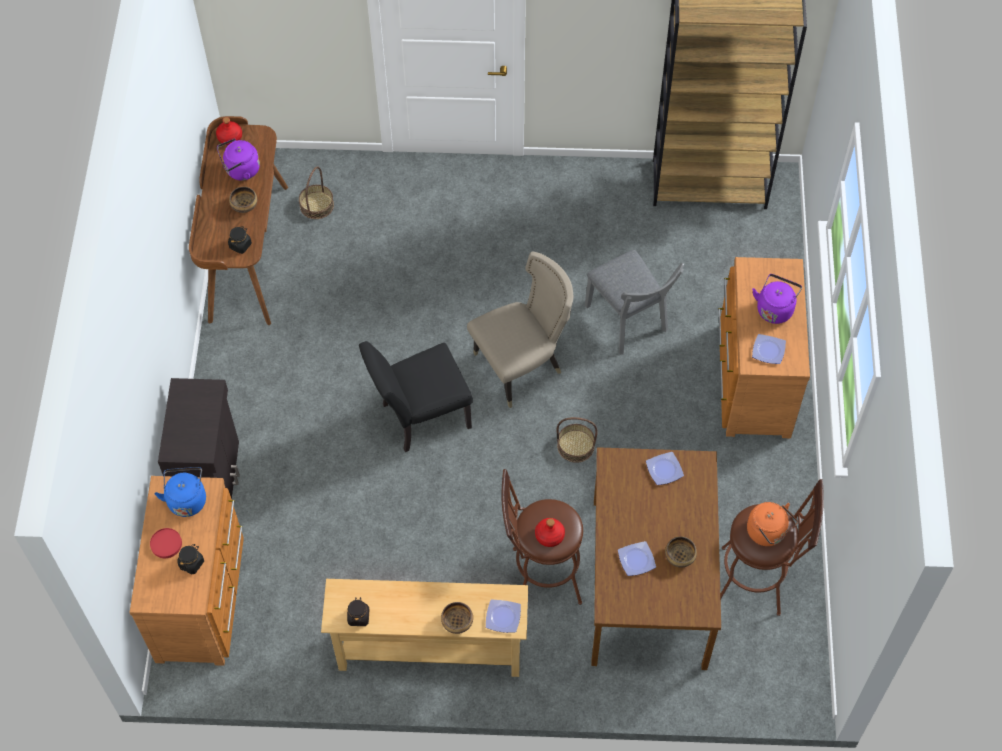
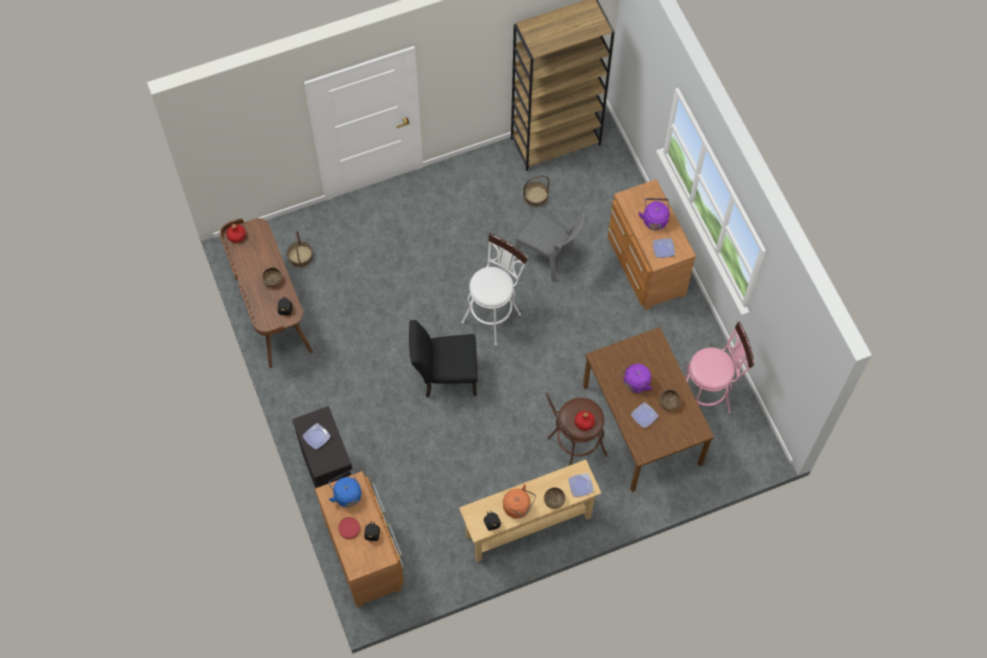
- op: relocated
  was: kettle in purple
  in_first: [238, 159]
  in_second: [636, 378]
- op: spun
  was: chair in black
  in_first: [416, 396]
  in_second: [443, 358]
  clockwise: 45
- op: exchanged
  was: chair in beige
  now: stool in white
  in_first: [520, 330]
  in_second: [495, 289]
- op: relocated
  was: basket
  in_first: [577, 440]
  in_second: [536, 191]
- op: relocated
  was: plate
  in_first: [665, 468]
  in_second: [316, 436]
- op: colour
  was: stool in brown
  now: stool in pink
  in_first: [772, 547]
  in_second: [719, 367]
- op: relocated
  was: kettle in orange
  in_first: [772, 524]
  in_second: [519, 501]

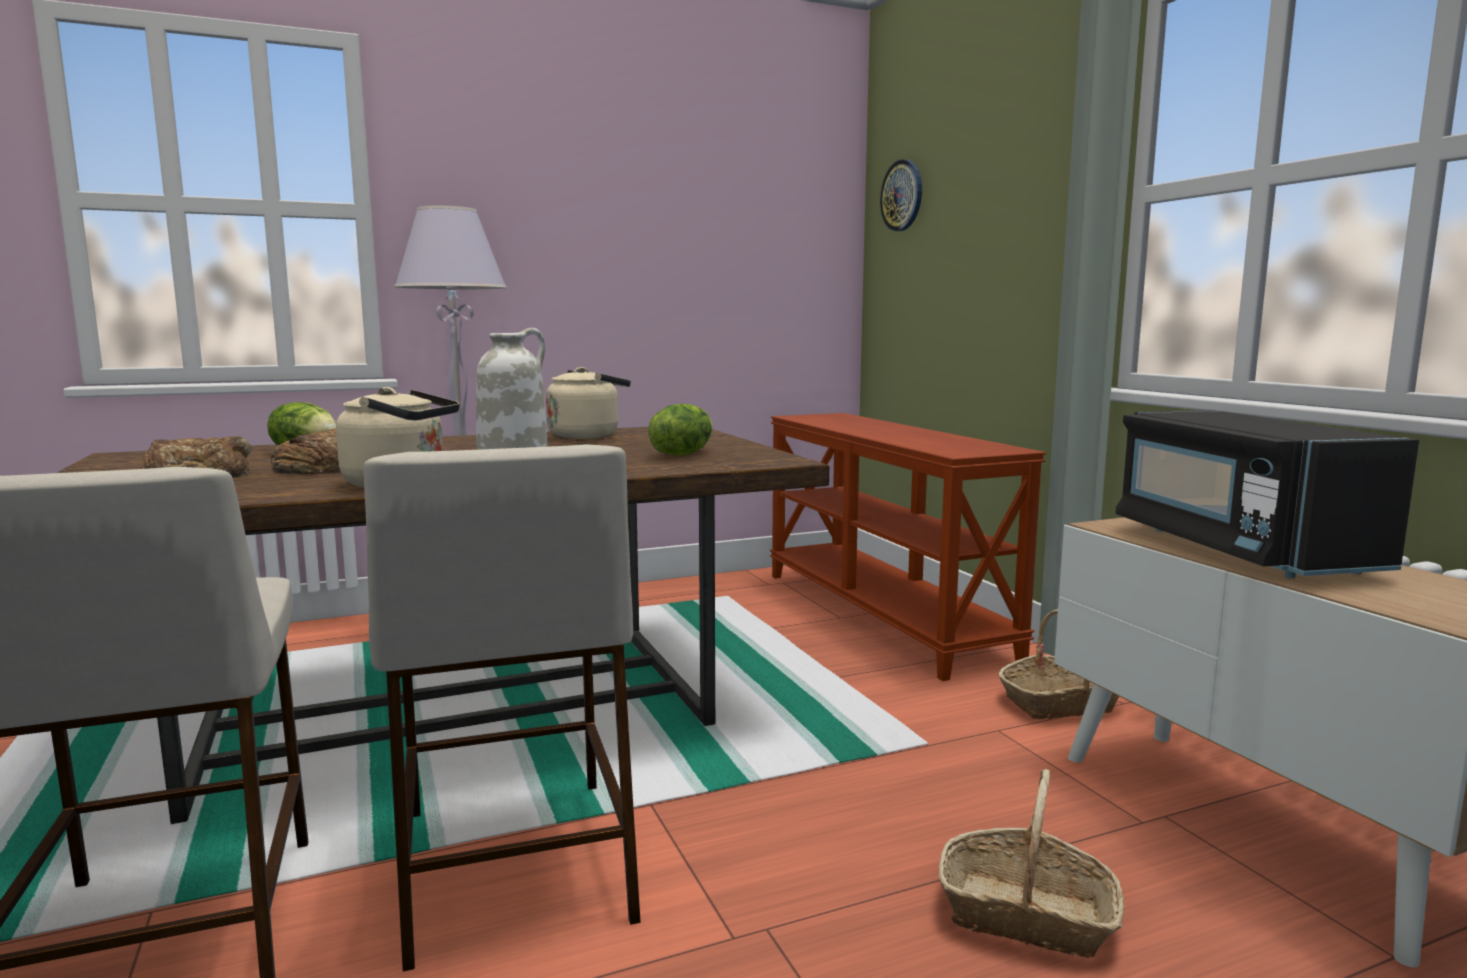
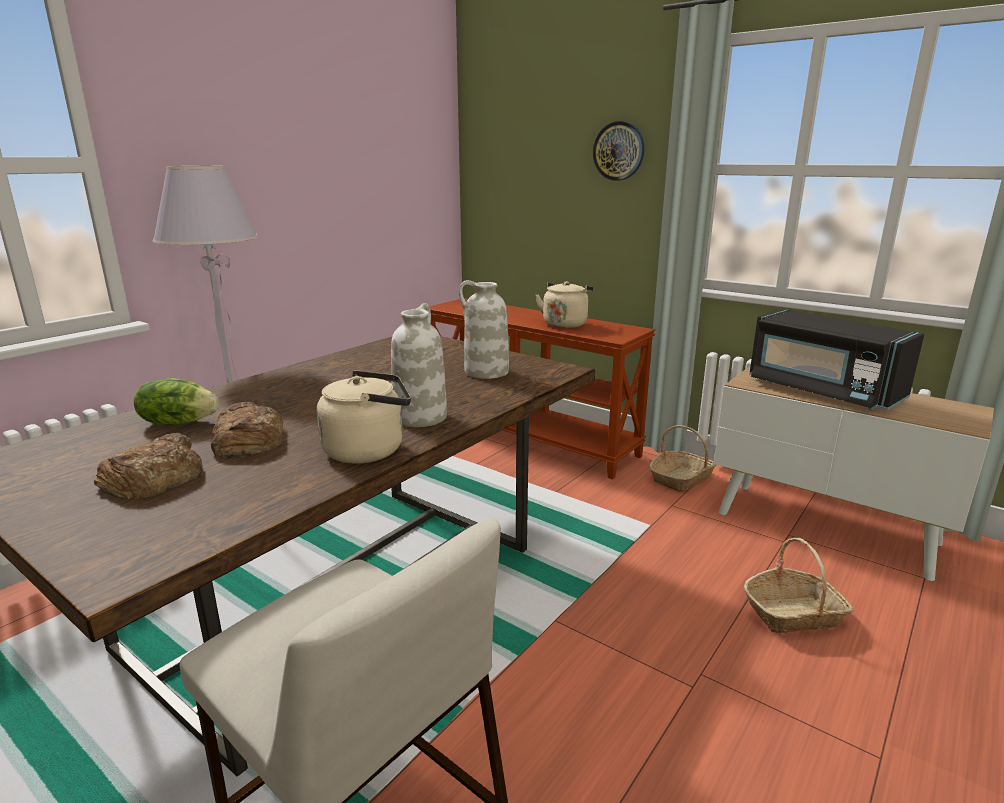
- op: missing
  was: stool in beige
  in_first: [502, 707]
- op: relocated
  was: kettle in beige
  in_first: [588, 403]
  in_second: [564, 304]
- op: exchanged
  was: lettuce
  now: vase in white
  in_first: [681, 430]
  in_second: [483, 329]
- op: relocated
  was: wall clock
  in_first: [901, 195]
  in_second: [618, 151]

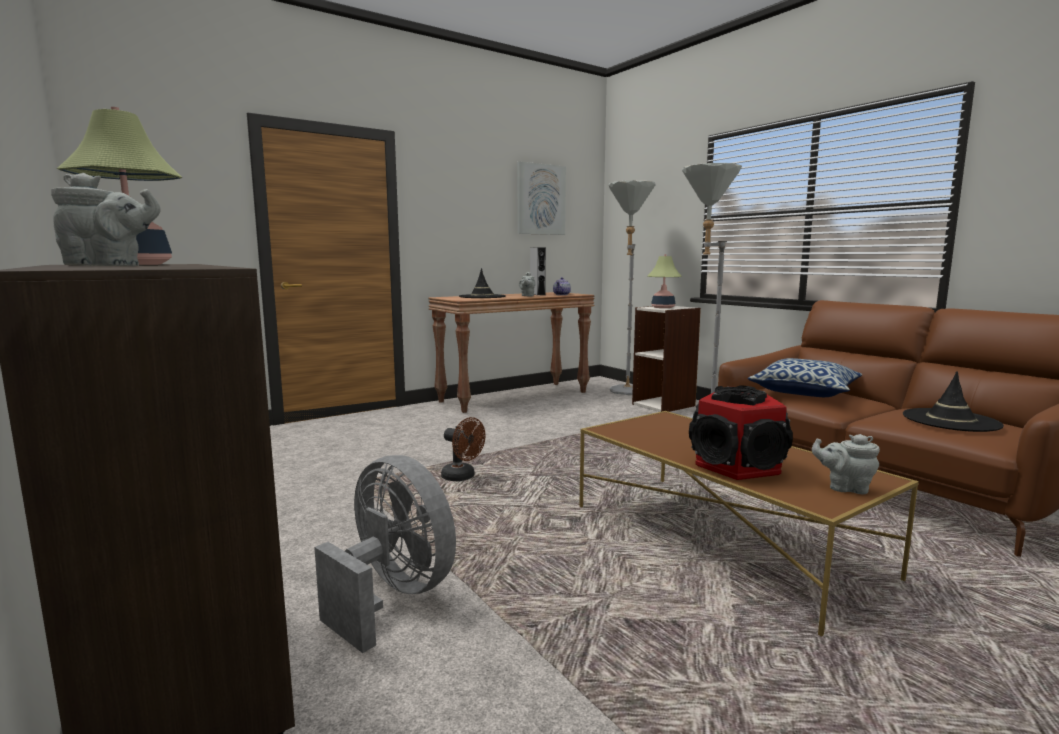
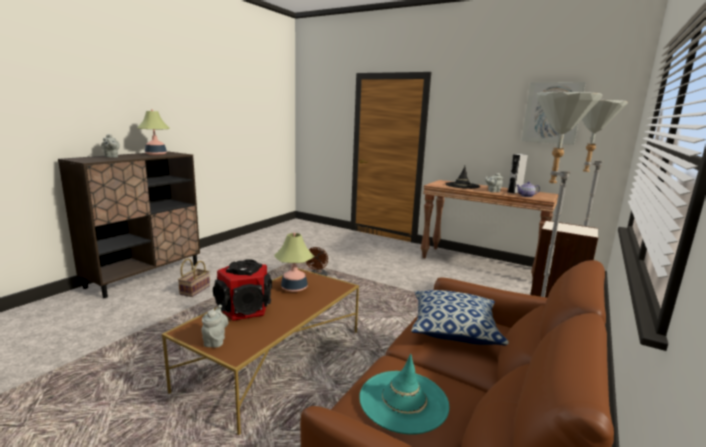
- op: exchanged
  was: fan in grey
  now: basket
  in_first: [385, 554]
  in_second: [194, 278]
- op: relocated
  was: table lamp
  in_first: [664, 281]
  in_second: [294, 262]
- op: colour
  was: hat in black
  now: hat in turquoise
  in_first: [953, 401]
  in_second: [404, 394]

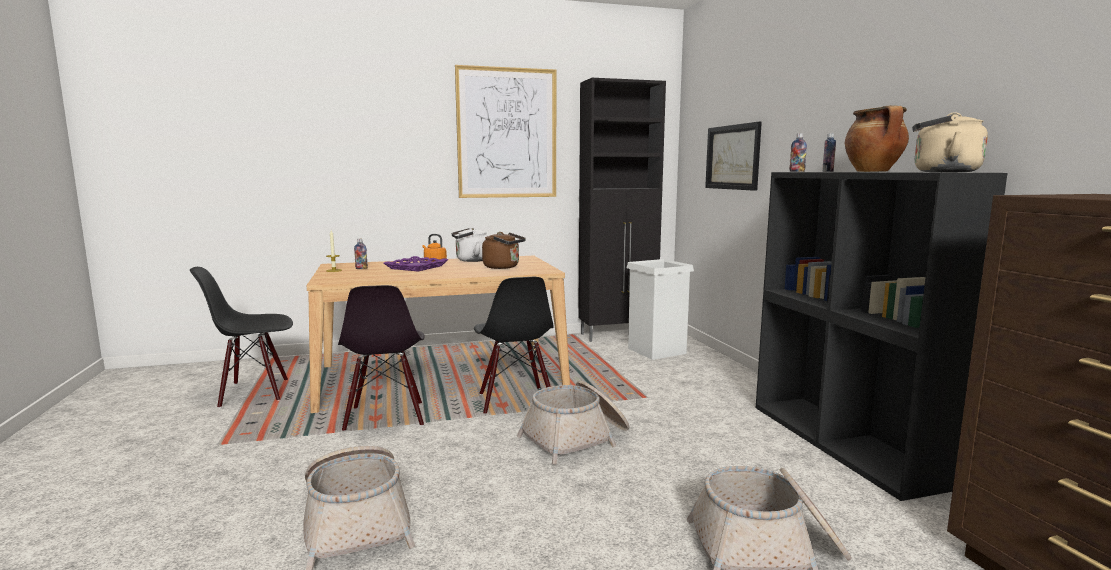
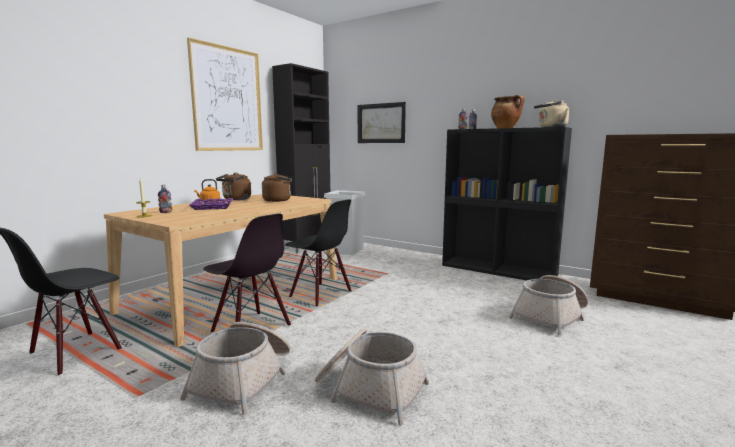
- op: colour
  was: kettle in white
  now: kettle in brown
  in_first: [469, 244]
  in_second: [233, 186]
- op: relocated
  was: basket
  in_first: [573, 423]
  in_second: [235, 368]

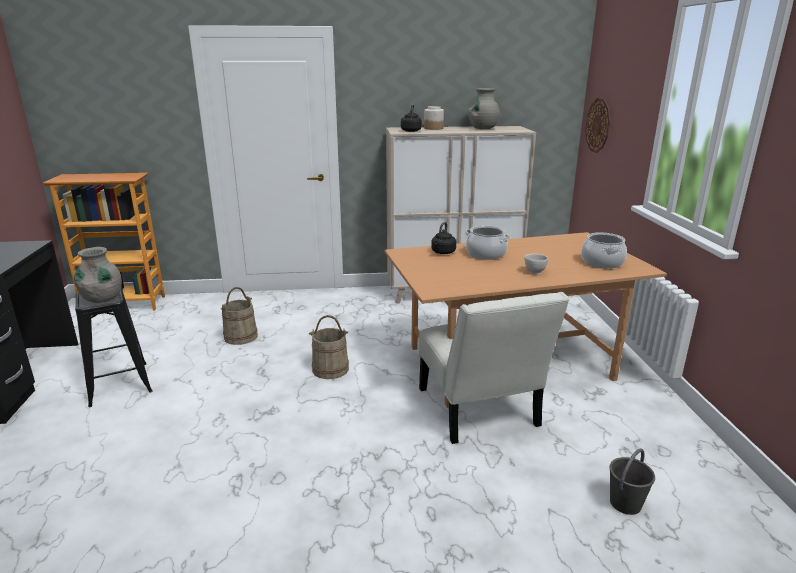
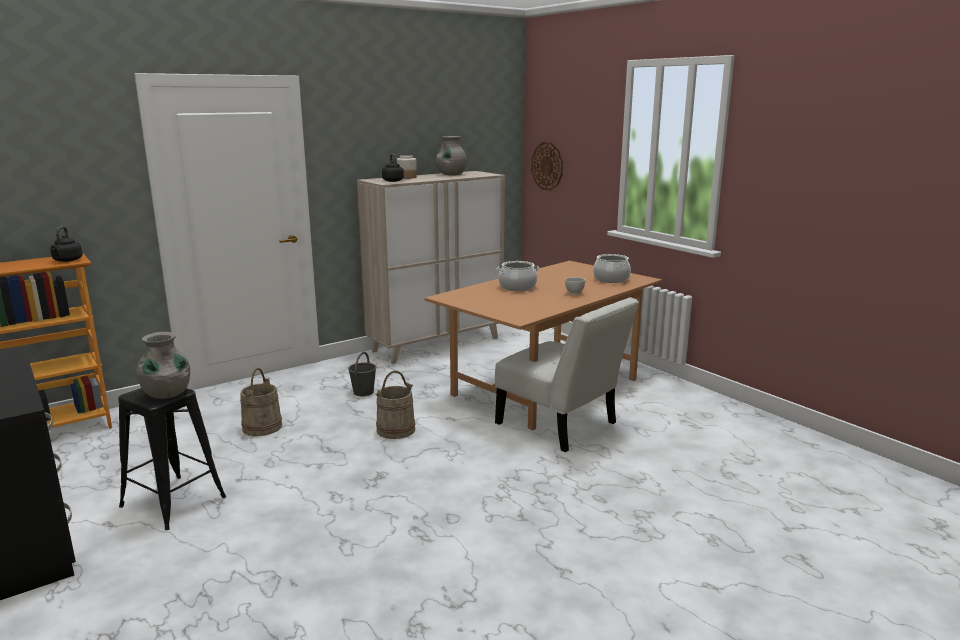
- op: relocated
  was: kettle in black
  in_first: [443, 238]
  in_second: [66, 244]
- op: relocated
  was: bucket in grey
  in_first: [632, 481]
  in_second: [362, 374]

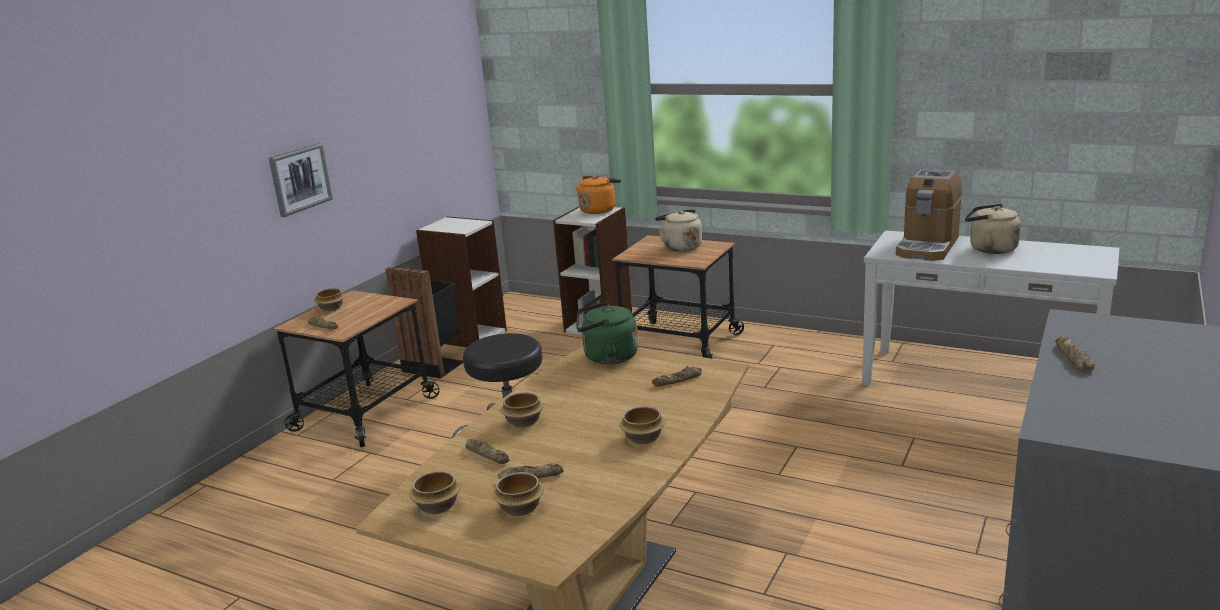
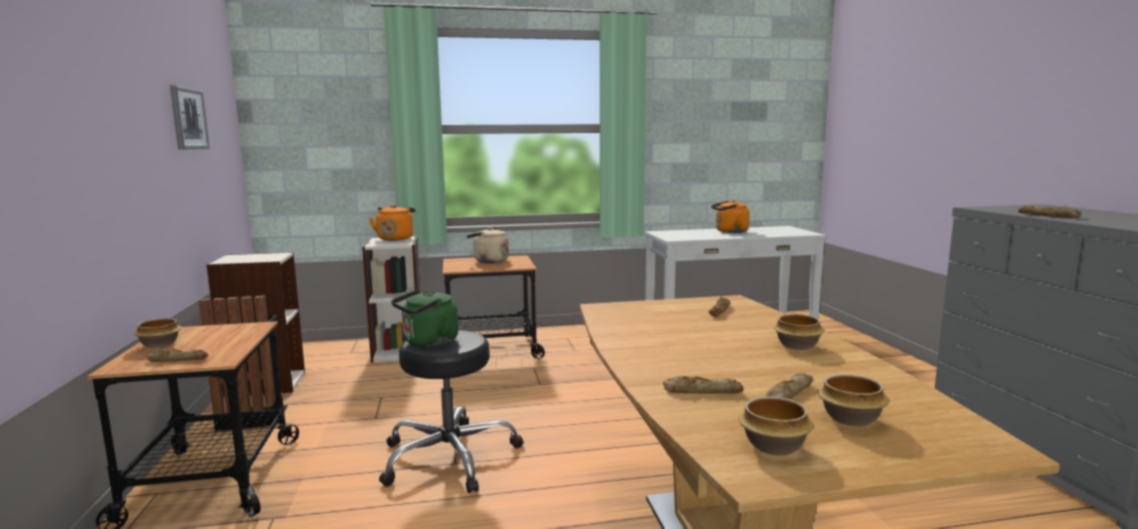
- op: relocated
  was: picture
  in_first: [301, 180]
  in_second: [190, 117]
- op: missing
  was: bowl
  in_first: [522, 410]
- op: relocated
  was: kettle in green
  in_first: [607, 332]
  in_second: [424, 318]
- op: missing
  was: coffee machine
  in_first: [929, 215]
- op: colour
  was: kettle in beige
  now: kettle in orange
  in_first: [993, 229]
  in_second: [730, 216]

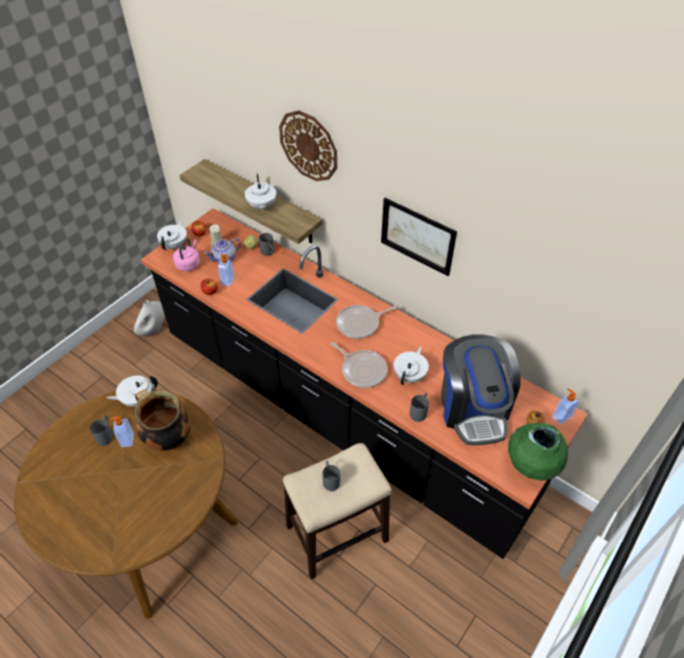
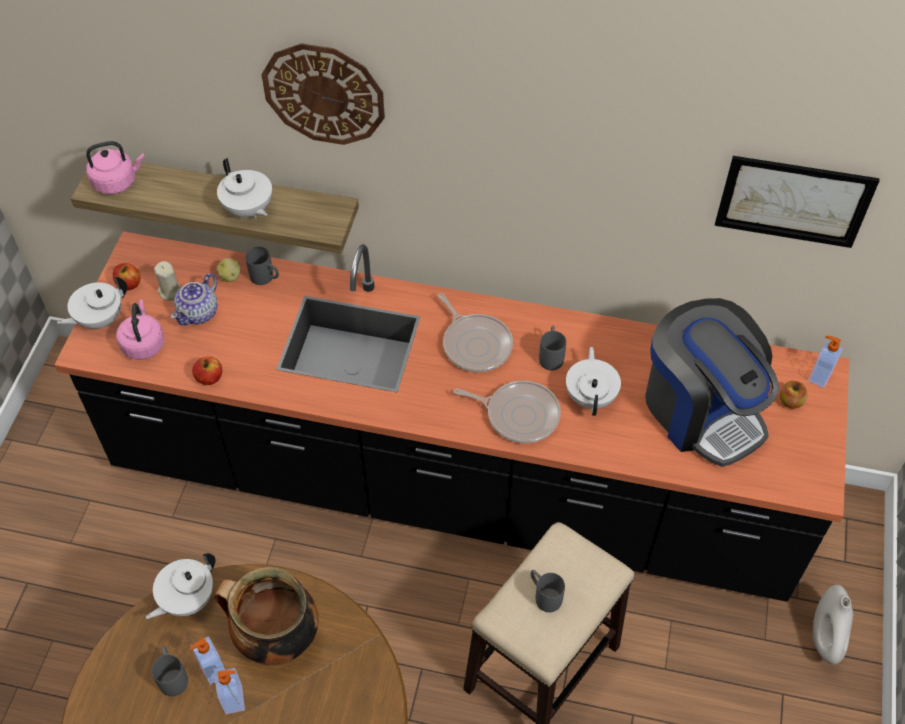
- op: relocated
  was: vase in white
  in_first: [149, 318]
  in_second: [833, 624]
- op: spun
  was: teapot in white
  in_first: [172, 235]
  in_second: [92, 303]
  clockwise: -120
- op: relocated
  was: soap dispenser
  in_first: [226, 270]
  in_second: [230, 691]
- op: spun
  was: frying pan
  in_first: [366, 322]
  in_second: [475, 332]
  clockwise: -75
- op: relocated
  was: picture
  in_first: [419, 237]
  in_second: [797, 202]
- op: relocated
  was: mug in grey
  in_first: [419, 407]
  in_second: [552, 348]
- op: missing
  was: vase in green
  in_first: [538, 452]
- op: appeared
  now: kettle in pink
  in_second: [115, 168]

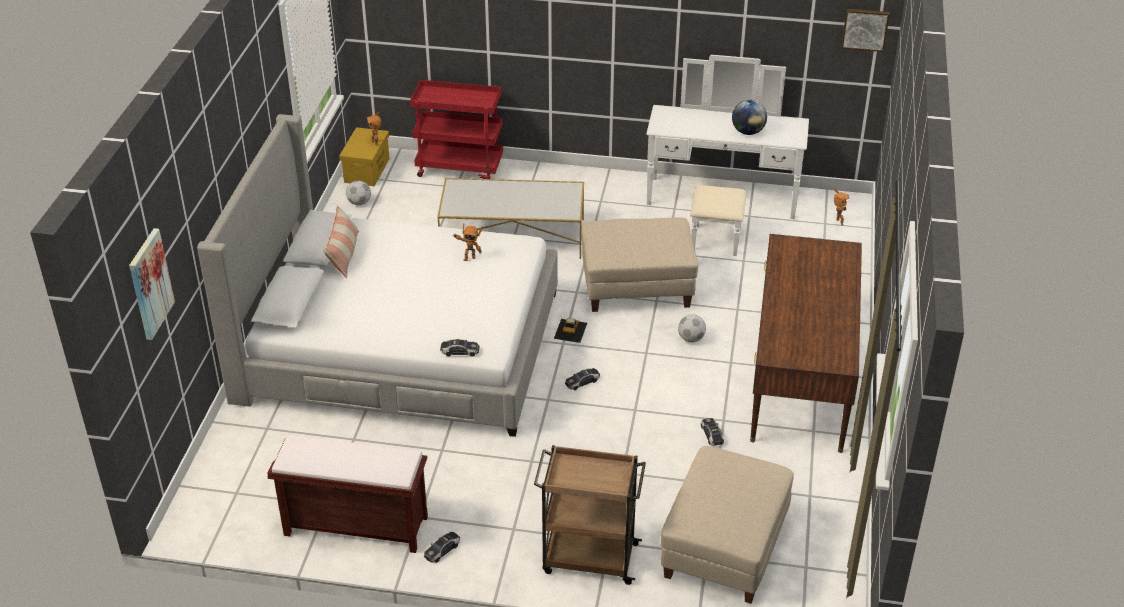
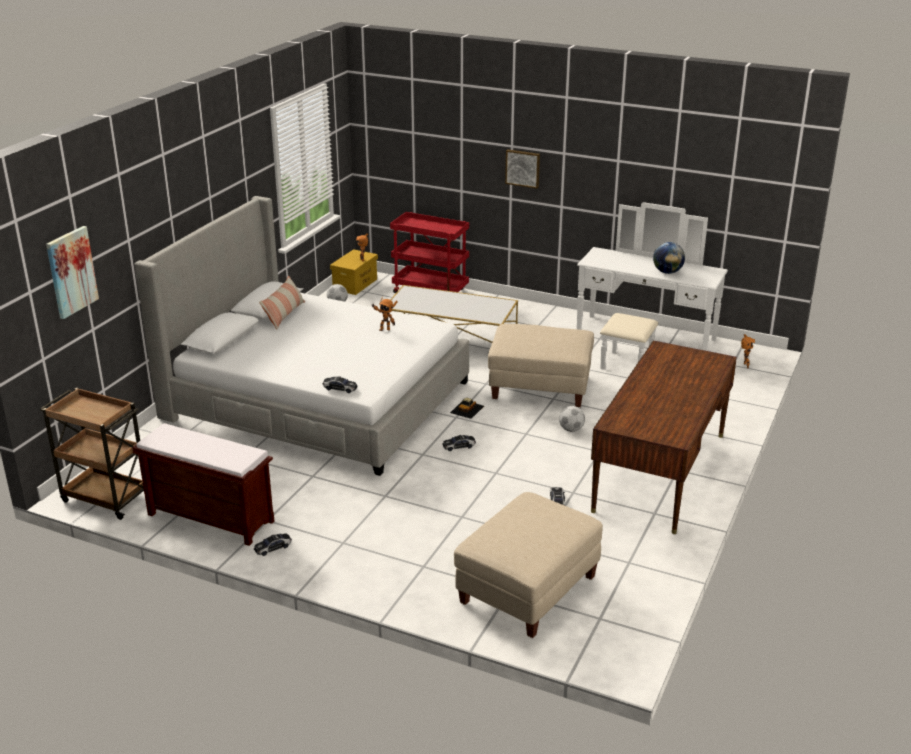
- op: relocated
  was: cart in brown
  in_first: [590, 515]
  in_second: [92, 454]
- op: relocated
  was: picture
  in_first: [866, 30]
  in_second: [522, 169]

